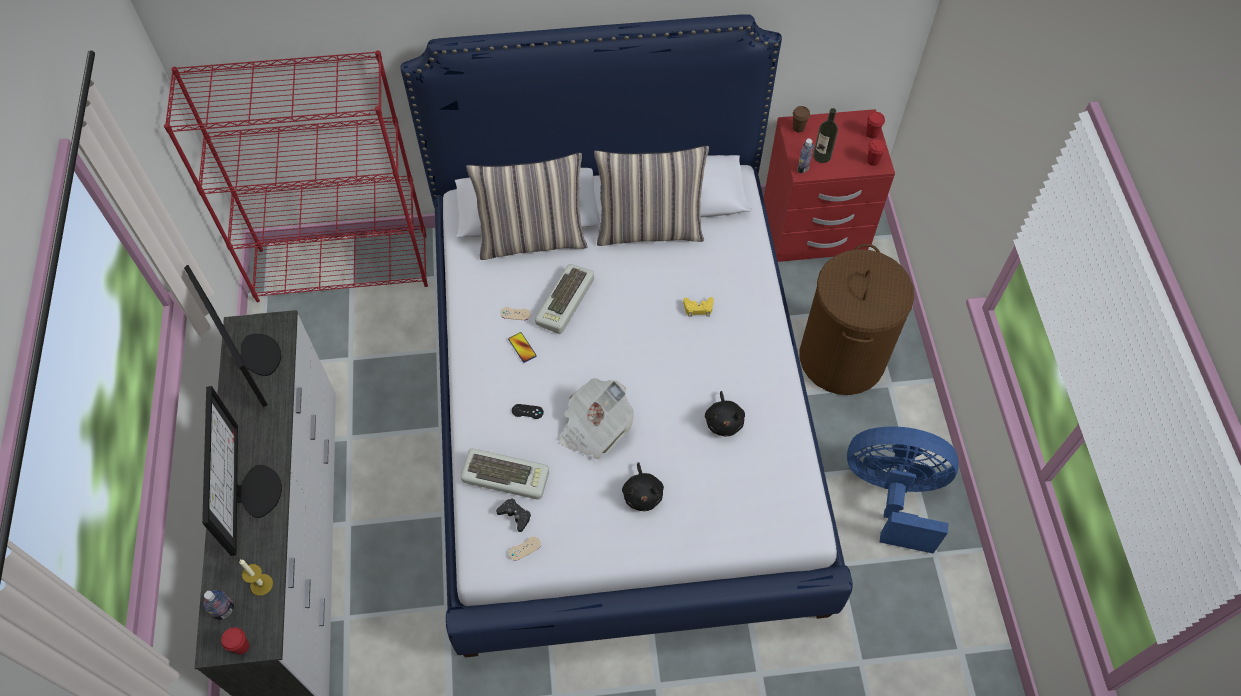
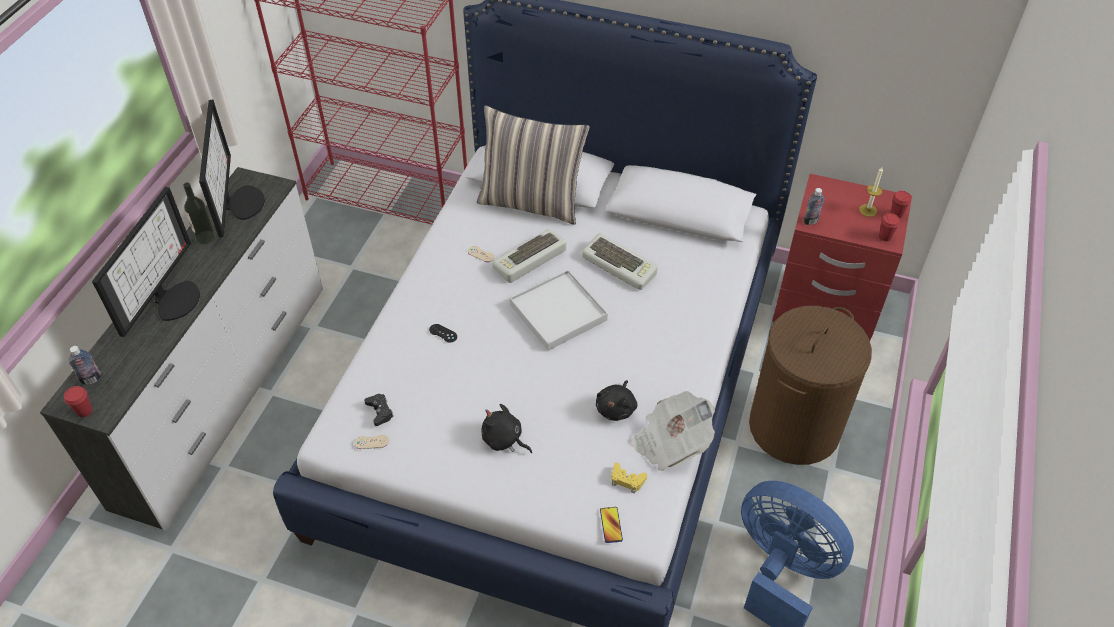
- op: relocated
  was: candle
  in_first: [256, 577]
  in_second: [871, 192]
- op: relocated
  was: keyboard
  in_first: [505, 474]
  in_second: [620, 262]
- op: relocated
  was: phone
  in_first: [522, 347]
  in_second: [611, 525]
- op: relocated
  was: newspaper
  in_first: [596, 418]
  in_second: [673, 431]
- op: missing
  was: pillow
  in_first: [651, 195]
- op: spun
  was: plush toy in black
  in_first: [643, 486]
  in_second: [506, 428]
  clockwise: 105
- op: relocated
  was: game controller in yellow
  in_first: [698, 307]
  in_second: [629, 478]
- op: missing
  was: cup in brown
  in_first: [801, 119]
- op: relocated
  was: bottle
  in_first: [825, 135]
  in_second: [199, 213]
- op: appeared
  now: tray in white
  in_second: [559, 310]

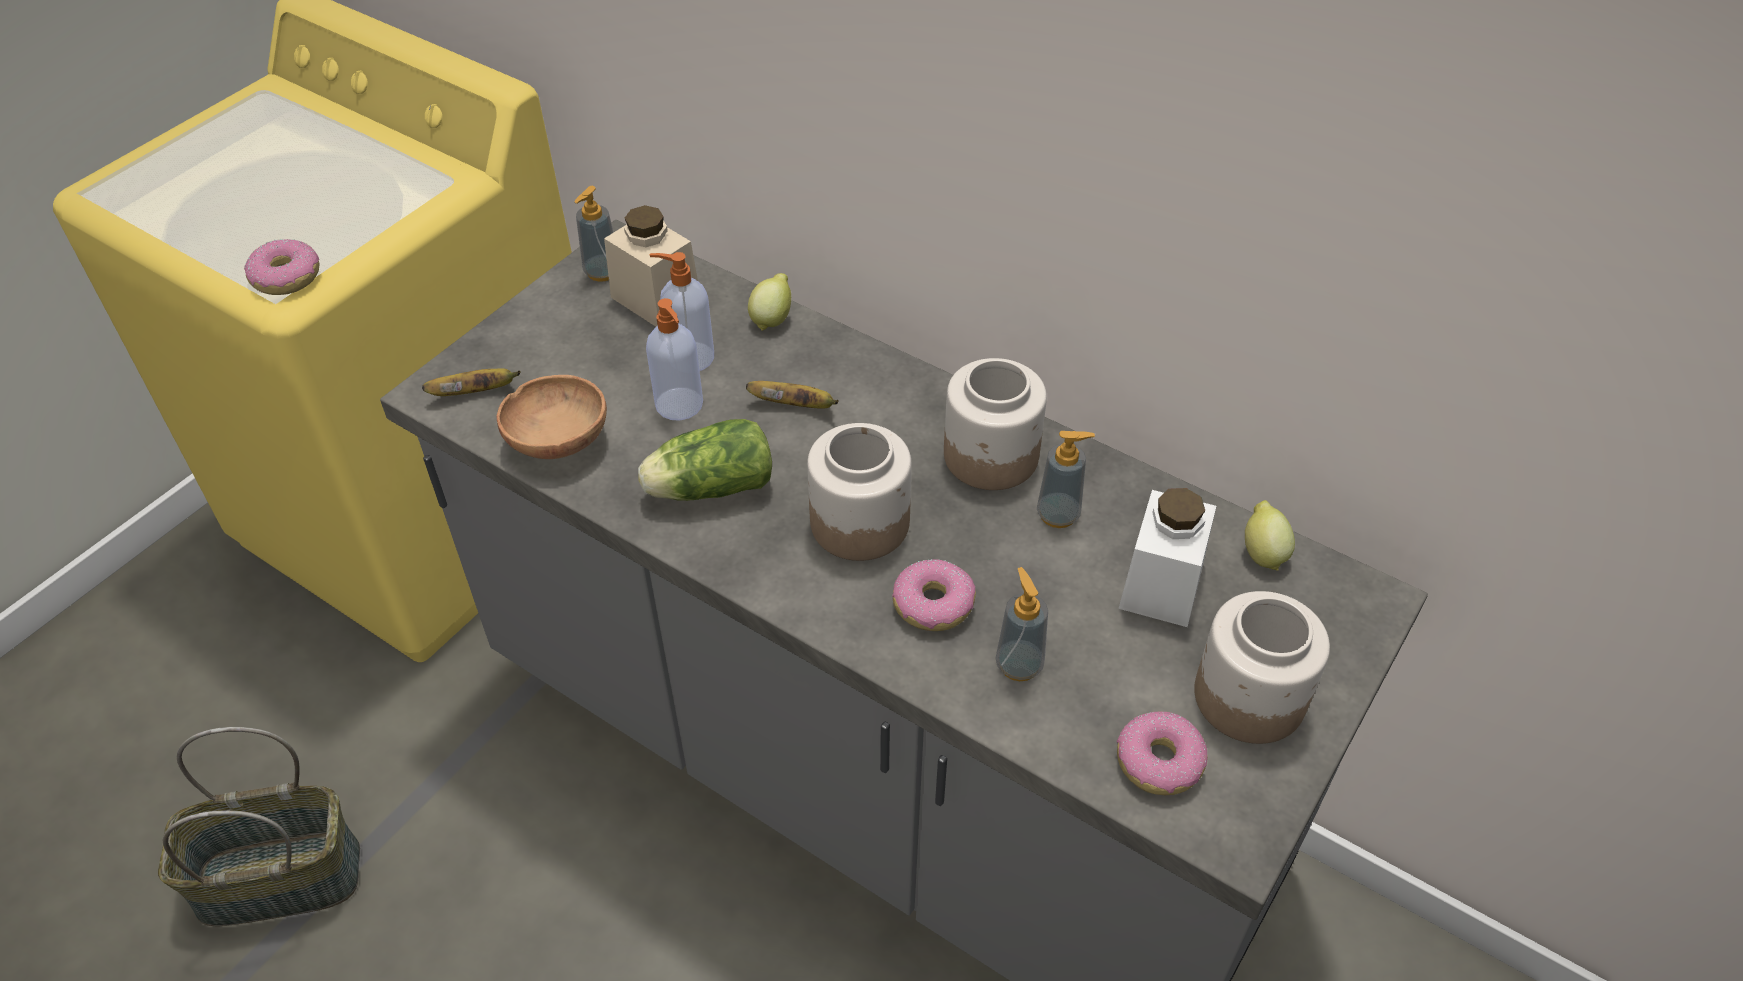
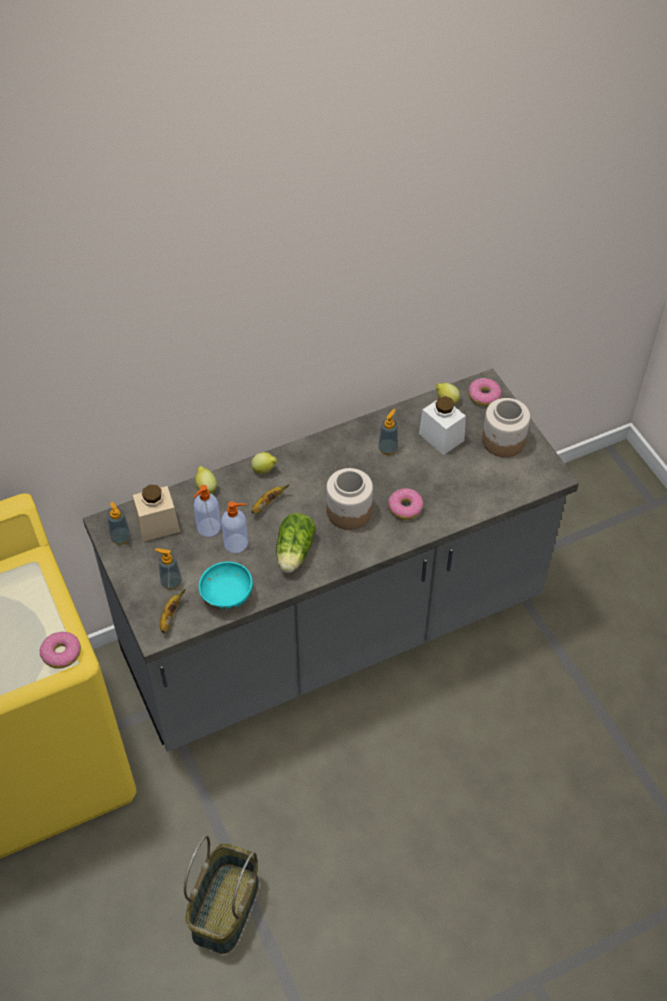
- op: colour
  was: bowl in brown
  now: bowl in turquoise
  in_first: [552, 417]
  in_second: [226, 586]
- op: missing
  was: jar
  in_first: [995, 424]
- op: relocated
  was: soap dispenser
  in_first: [1022, 624]
  in_second: [168, 569]
- op: relocated
  was: donut
  in_first: [1162, 753]
  in_second: [484, 392]
- op: appeared
  now: lemon
  in_second: [264, 463]

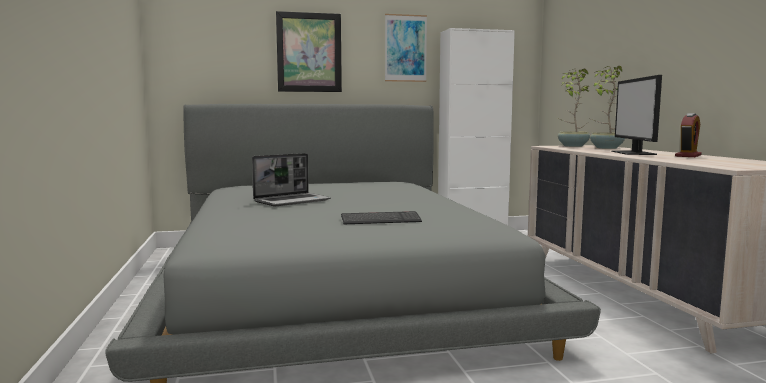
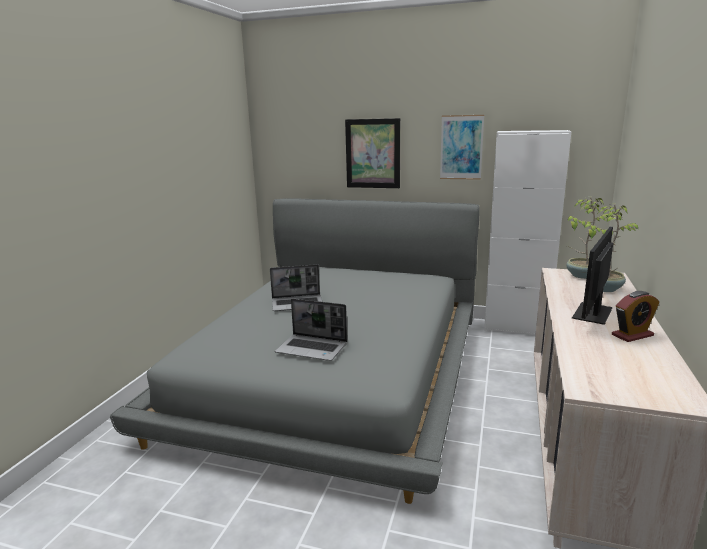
- op: exchanged
  was: keyboard
  now: laptop
  in_first: [381, 217]
  in_second: [311, 330]

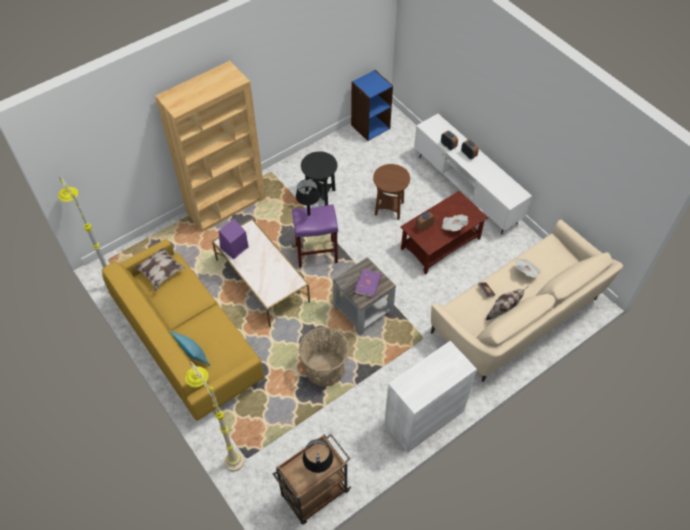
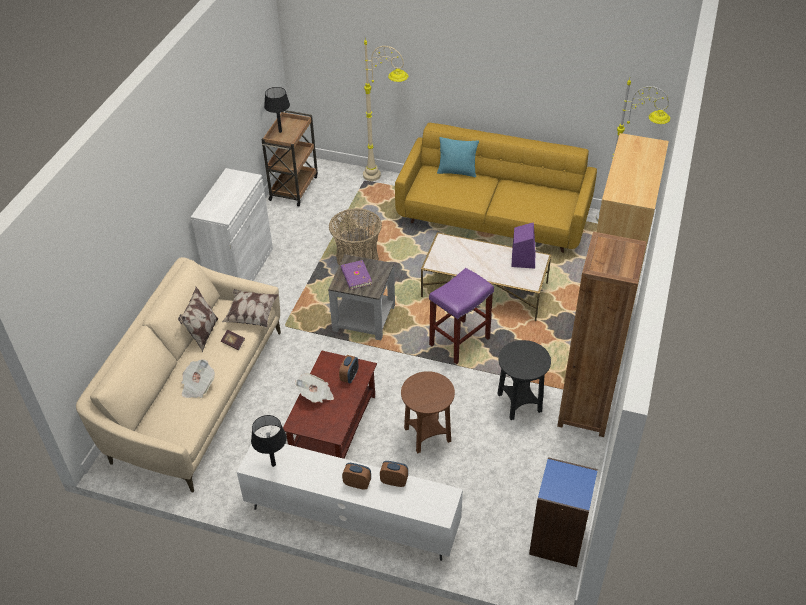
- op: relocated
  was: pillow
  in_first: [159, 269]
  in_second: [250, 308]
- op: relocated
  was: table lamp in black
  in_first: [308, 197]
  in_second: [269, 441]
- op: appeared
  now: bookcase in brown
  in_second: [601, 334]

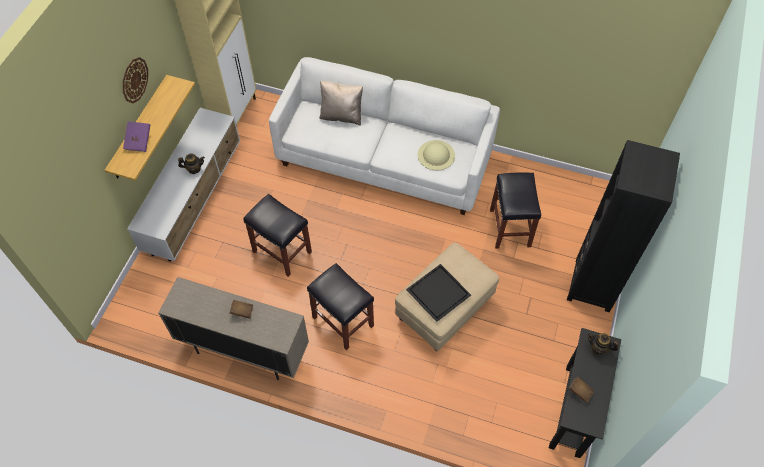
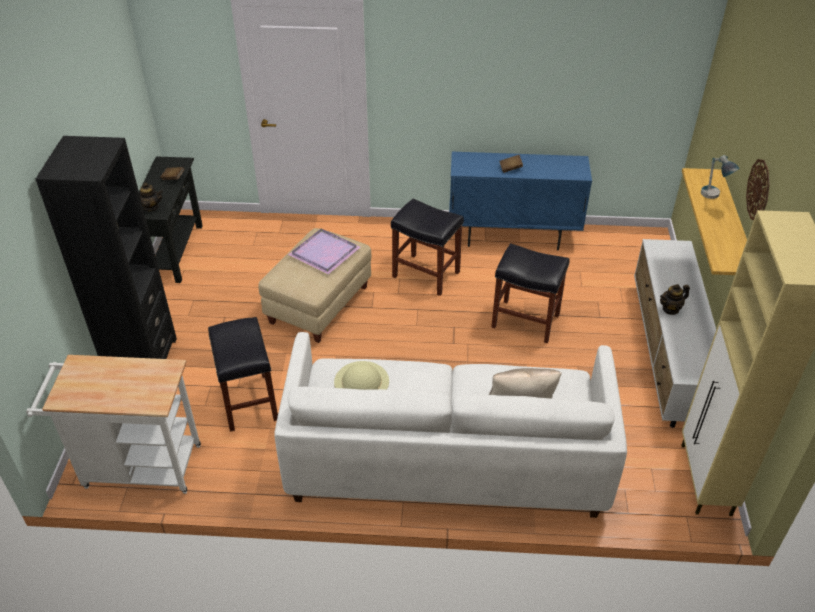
- op: exchanged
  was: book in purple
  now: table lamp
  in_first: [136, 136]
  in_second: [720, 177]
- op: colour
  was: cabinet in beige
  now: cabinet in blue
  in_first: [233, 328]
  in_second: [520, 201]
- op: colour
  was: tray in black
  now: tray in purple
  in_first: [438, 293]
  in_second: [324, 251]
- op: appeared
  now: cart in white
  in_second: [113, 424]

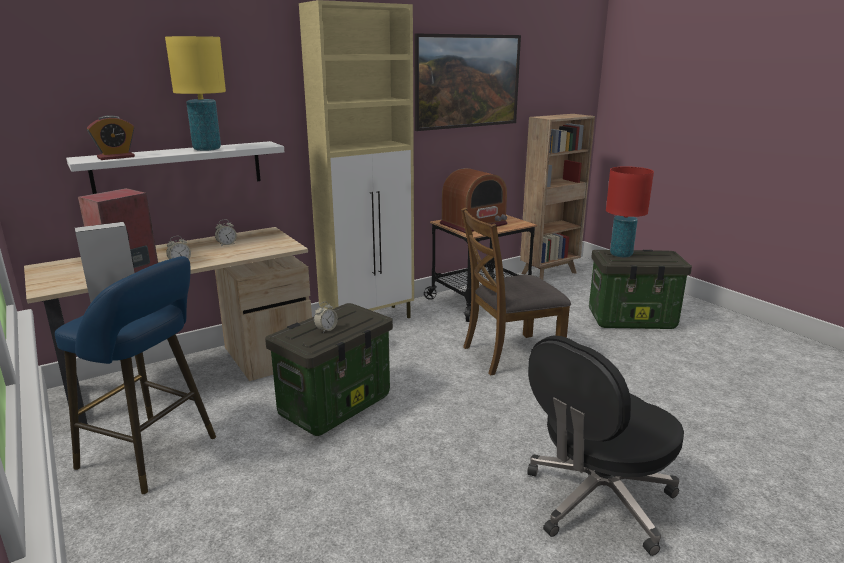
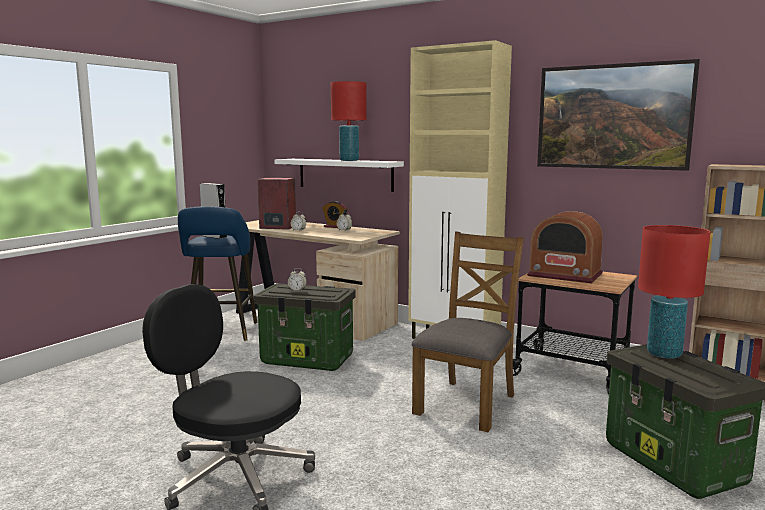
- op: relocated
  was: alarm clock
  in_first: [111, 137]
  in_second: [334, 214]
- op: colour
  was: table lamp in yellow
  now: table lamp in red
  in_first: [195, 93]
  in_second: [349, 121]
- op: spun
  was: chair in brown
  in_first: [516, 291]
  in_second: [467, 331]
  clockwise: 75

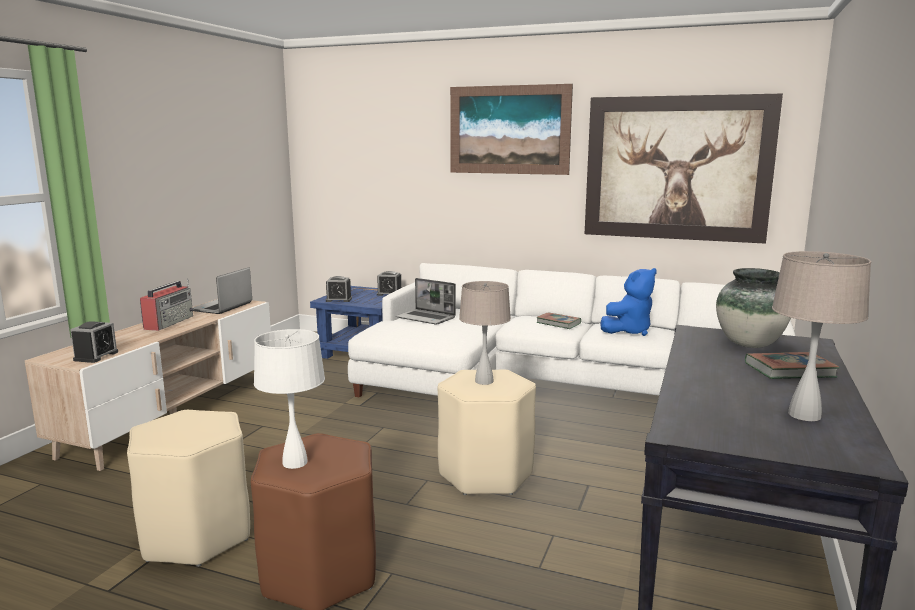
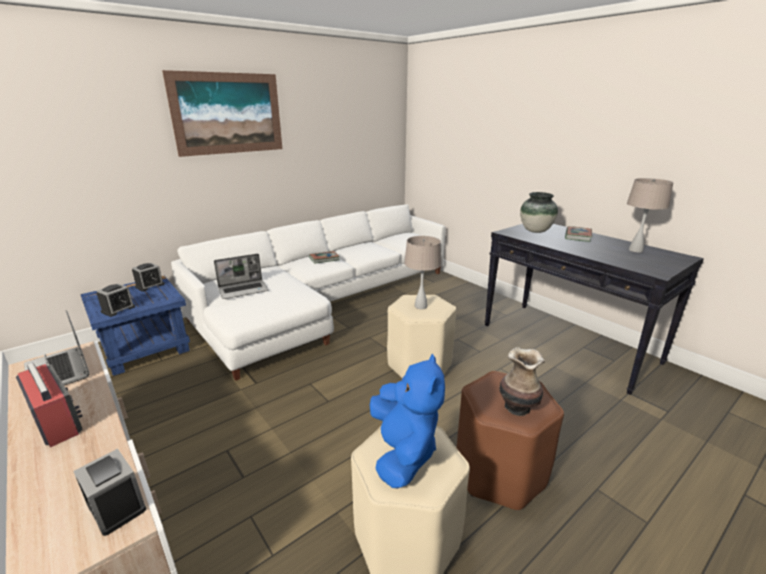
- op: exchanged
  was: table lamp in white
  now: vase
  in_first: [289, 399]
  in_second: [522, 381]
- op: missing
  was: picture
  in_first: [684, 169]
- op: relocated
  was: plush toy in blue
  in_first: [628, 302]
  in_second: [407, 421]

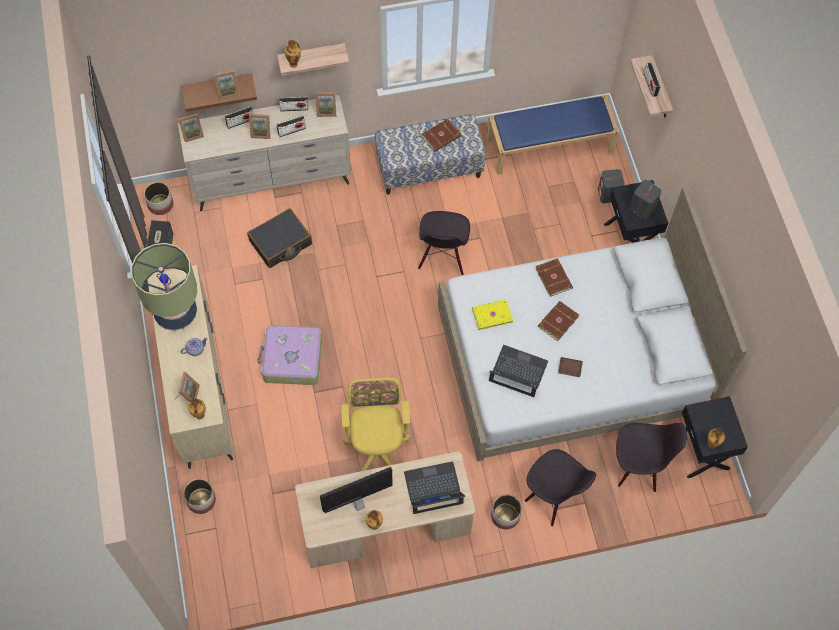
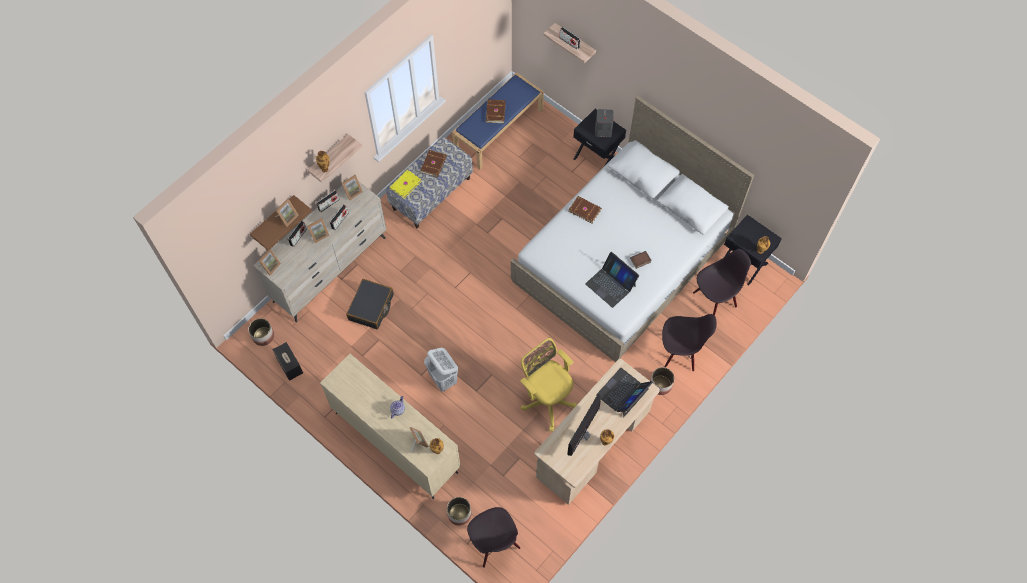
- op: missing
  was: table lamp
  in_first: [164, 287]
- op: exchanged
  was: suitcase
  now: laundry basket in white
  in_first: [290, 355]
  in_second: [441, 370]
- op: relocated
  was: chair in black
  in_first: [444, 243]
  in_second: [493, 537]
- op: relocated
  was: book in yellow
  in_first: [492, 315]
  in_second: [405, 184]
- op: spun
  was: laptop
  in_first: [518, 371]
  in_second: [612, 280]
  clockwise: -120
- op: relocated
  was: book in brown
  in_first: [558, 321]
  in_second: [496, 111]
- op: missing
  was: speaker in grey
  in_first: [611, 186]

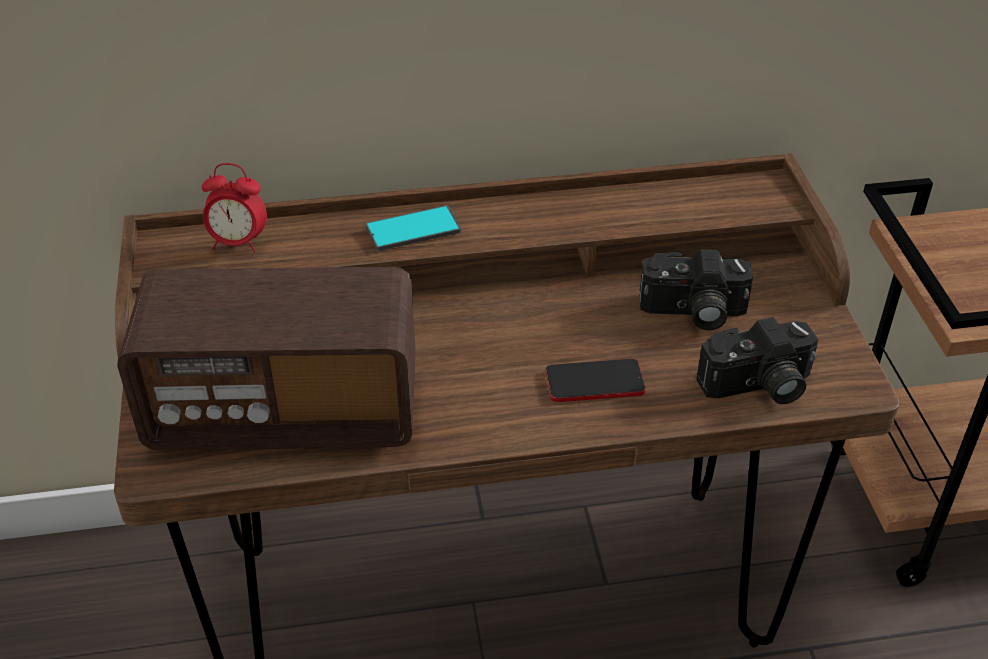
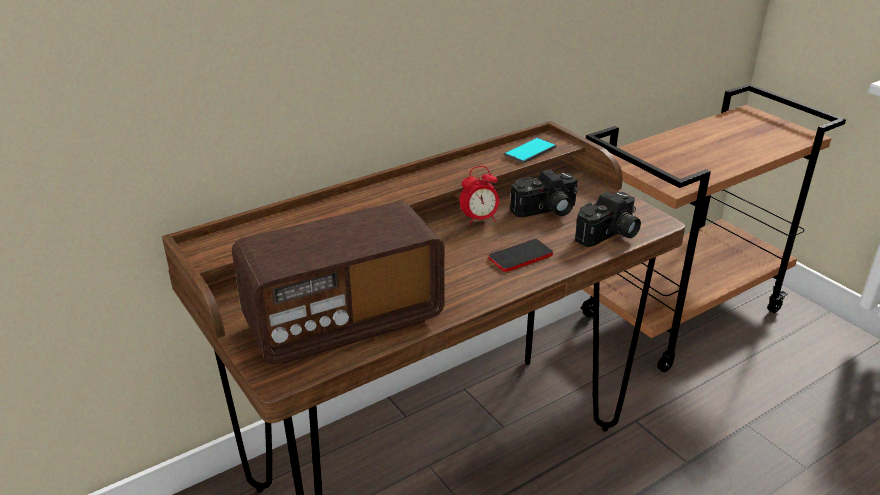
- op: relocated
  was: alarm clock
  in_first: [234, 208]
  in_second: [479, 196]
- op: relocated
  was: phone
  in_first: [413, 228]
  in_second: [530, 150]

